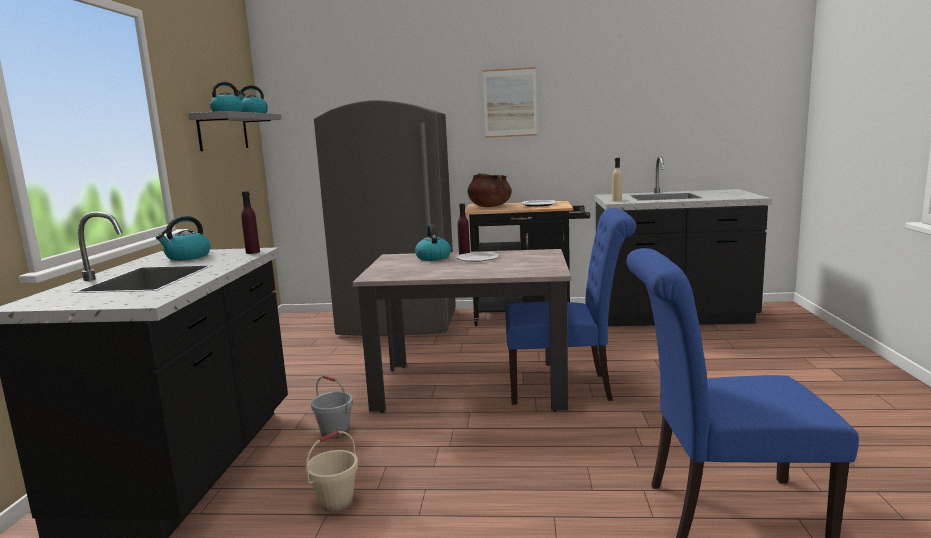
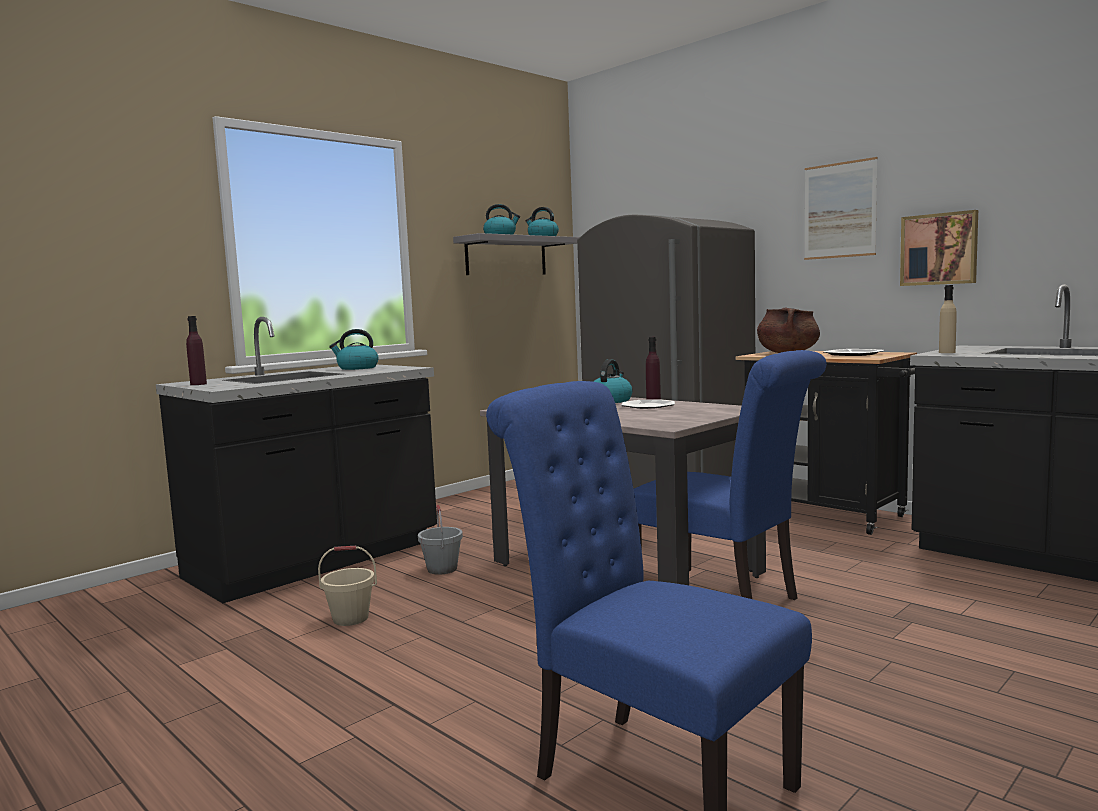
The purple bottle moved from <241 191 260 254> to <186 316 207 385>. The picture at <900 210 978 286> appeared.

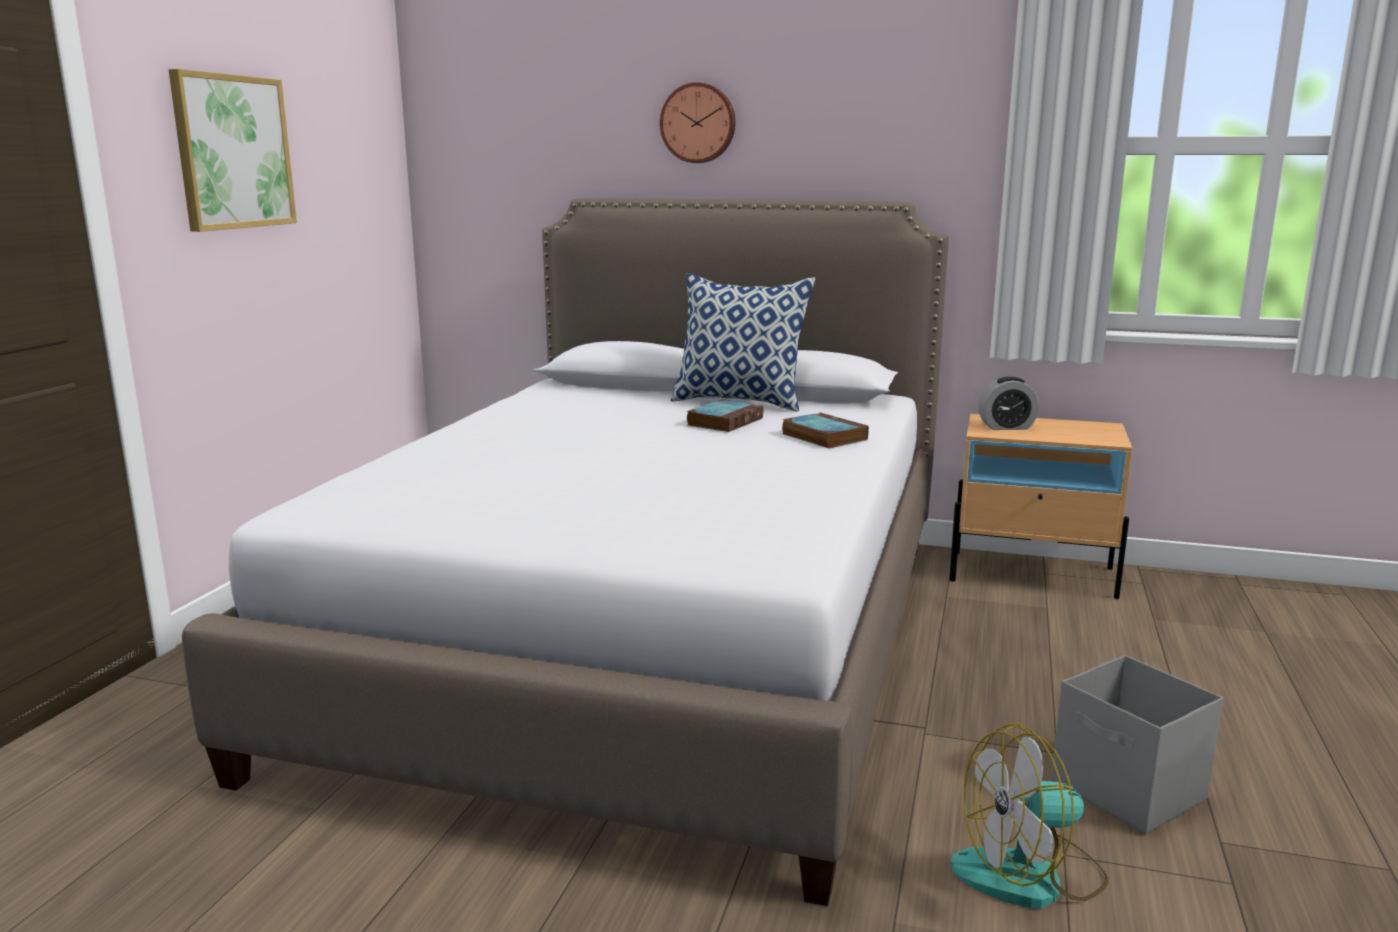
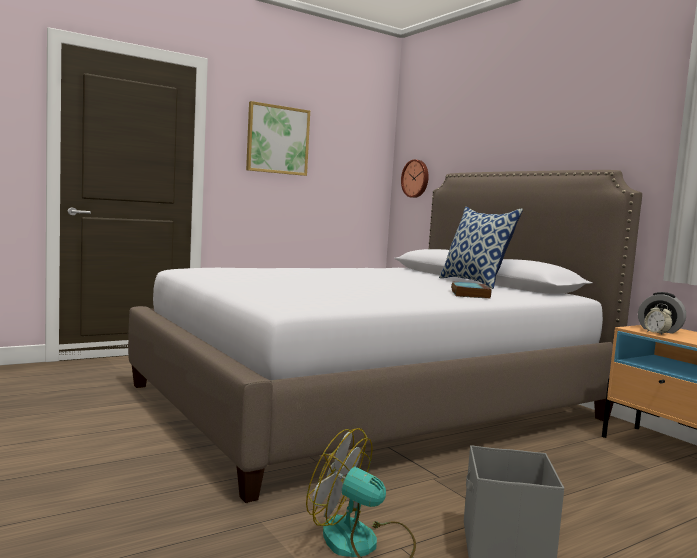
The wall clock moved from <660 82 736 163> to <401 159 429 198>. The book at <687 399 764 432> disappeared. The alarm clock at <644 304 672 335> appeared.

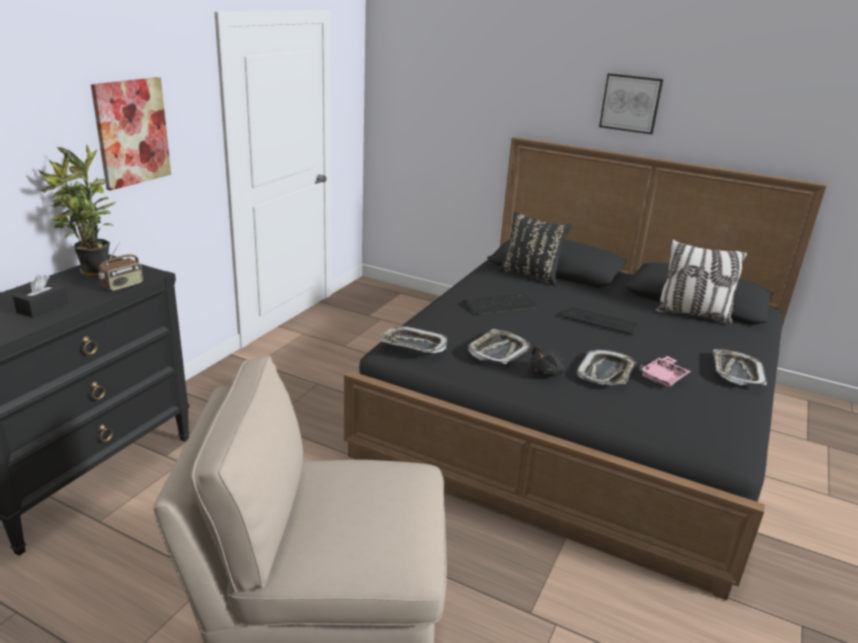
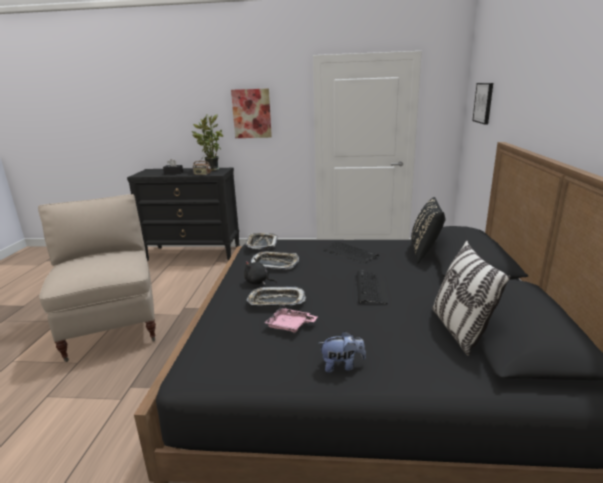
The picture moved from <599 73 663 134> to <472 83 493 124>. The tray at <714 349 767 385> was replaced by the plush toy at <318 331 366 373>.

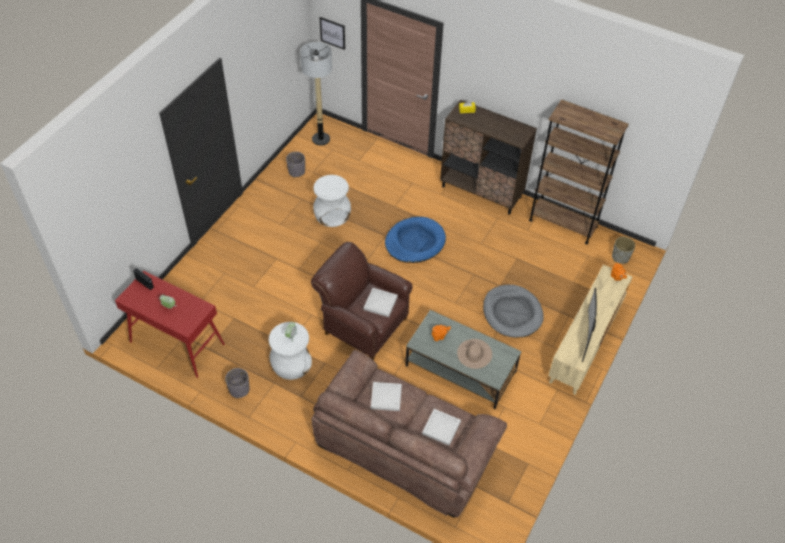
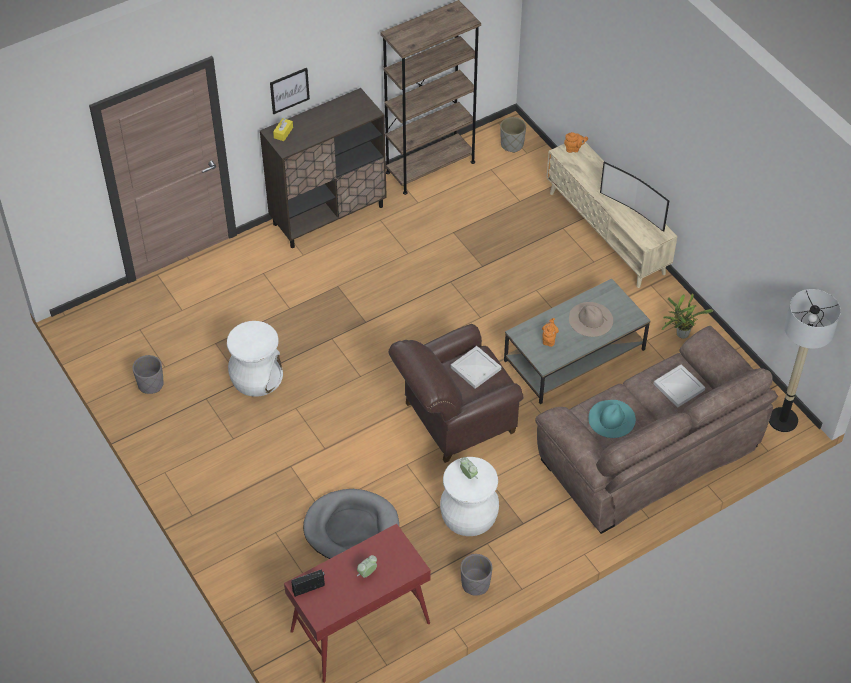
The floor lamp moved from <300 42 332 146> to <769 289 841 432>. The picture moved from <320 17 345 50> to <270 68 310 114>. The white tray at <371 382 402 411> was replaced by the turquoise hat at <589 400 636 438>. The blue dog bed at <385 217 446 263> disappeared. The grey dog bed moved from <483 285 544 338> to <303 489 399 559>. The potted plant at <662 293 713 339> appeared.

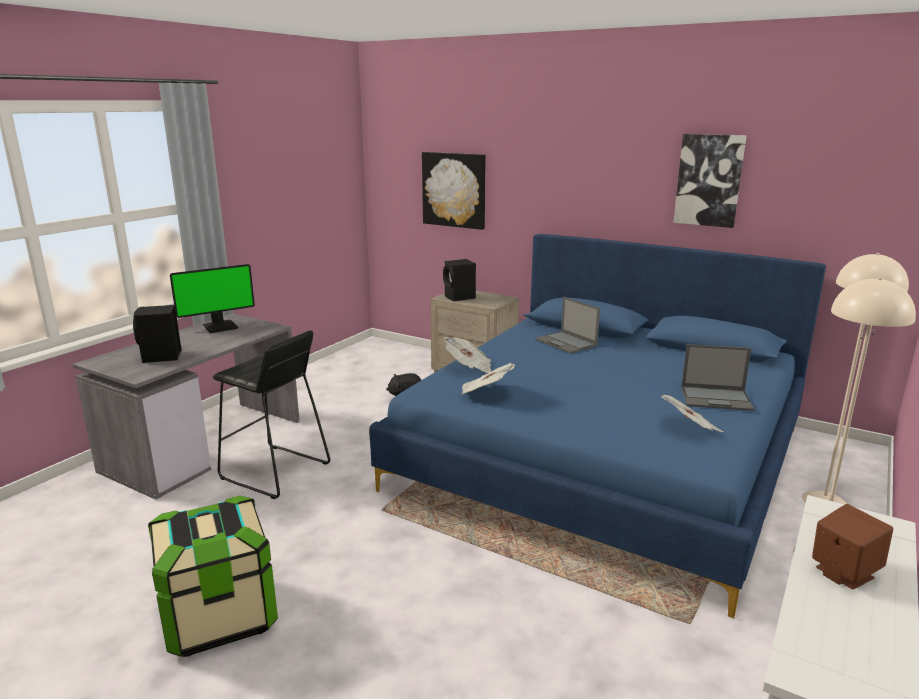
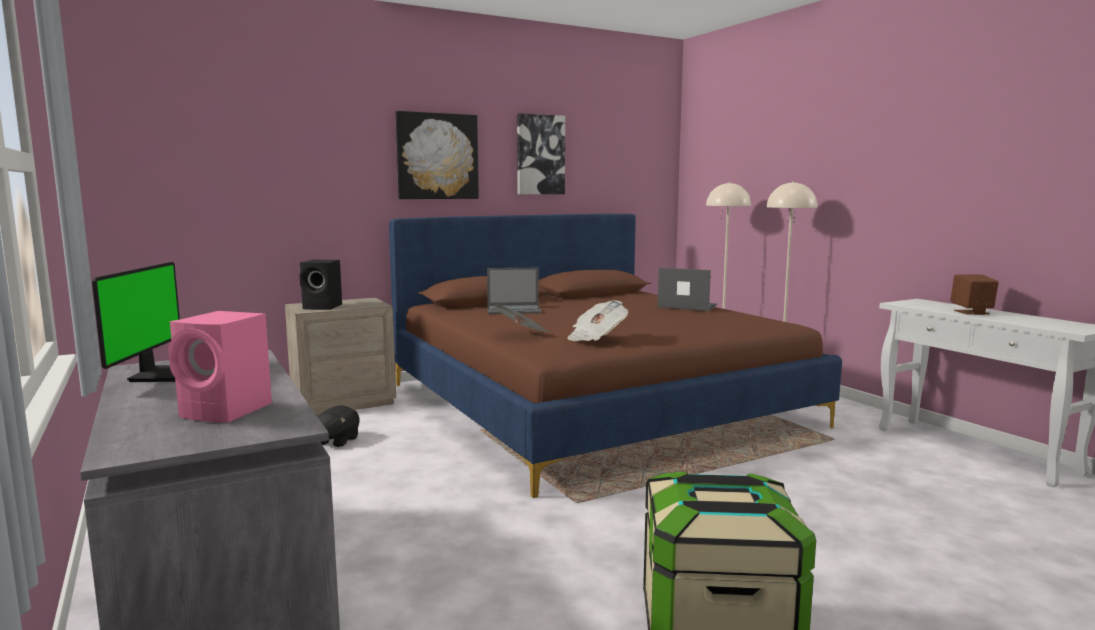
The black speaker at <133 305 182 363> became the pink speaker at <168 311 272 423>. The black stool at <213 331 330 499> disappeared. The blue bed at <369 234 826 618> became the brown bed at <389 214 842 498>. The picture moved from <422 152 486 230> to <395 111 479 199>. The newspaper at <660 395 724 432> disappeared. The laptop at <681 344 754 411> turned 105 degrees counterclockwise.

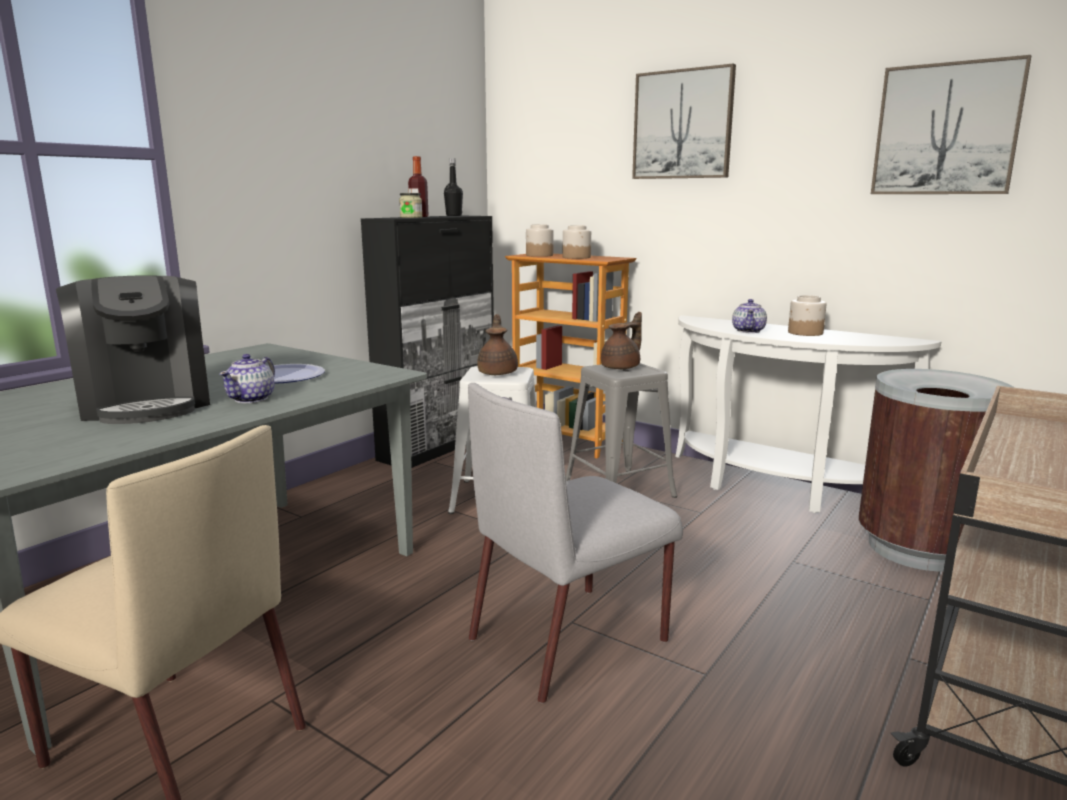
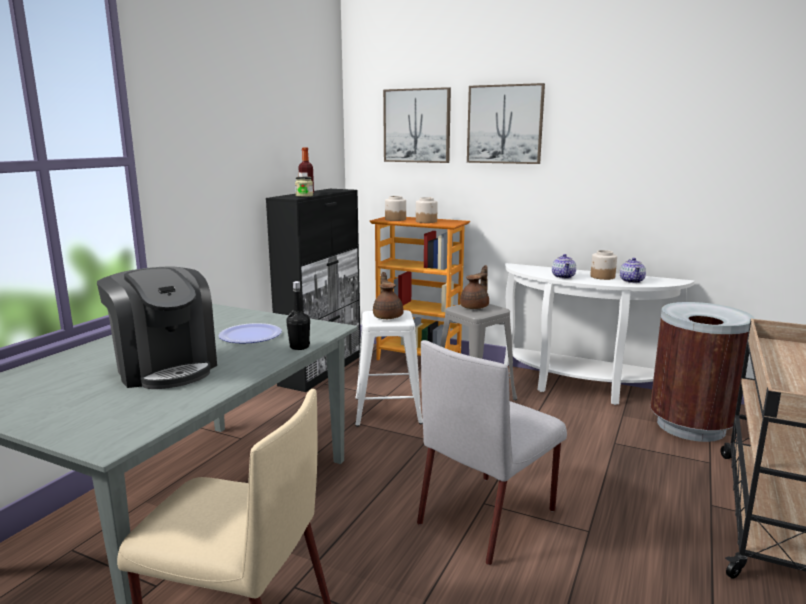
The teapot moved from <219 354 275 403> to <620 258 646 283>. The black bottle moved from <444 158 463 216> to <286 281 310 350>. The picture moved from <871 55 1031 194> to <383 87 451 163>.

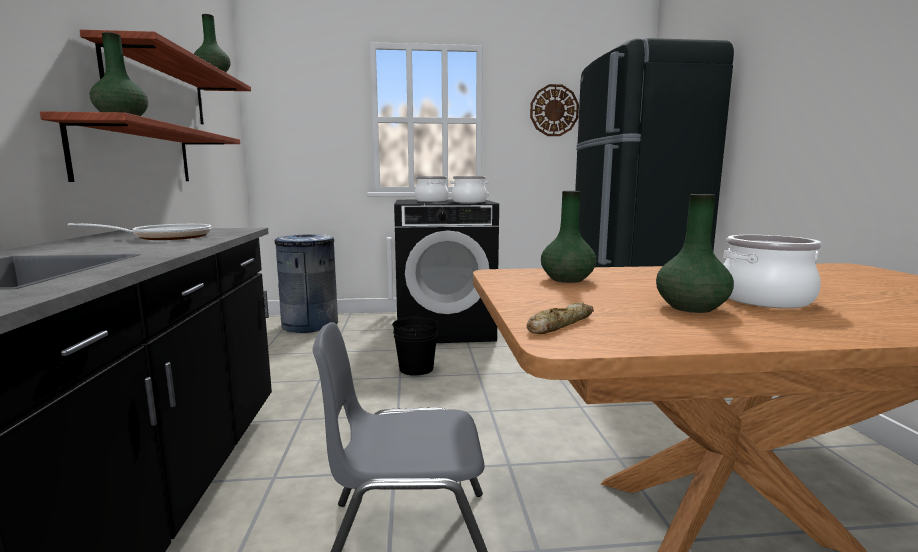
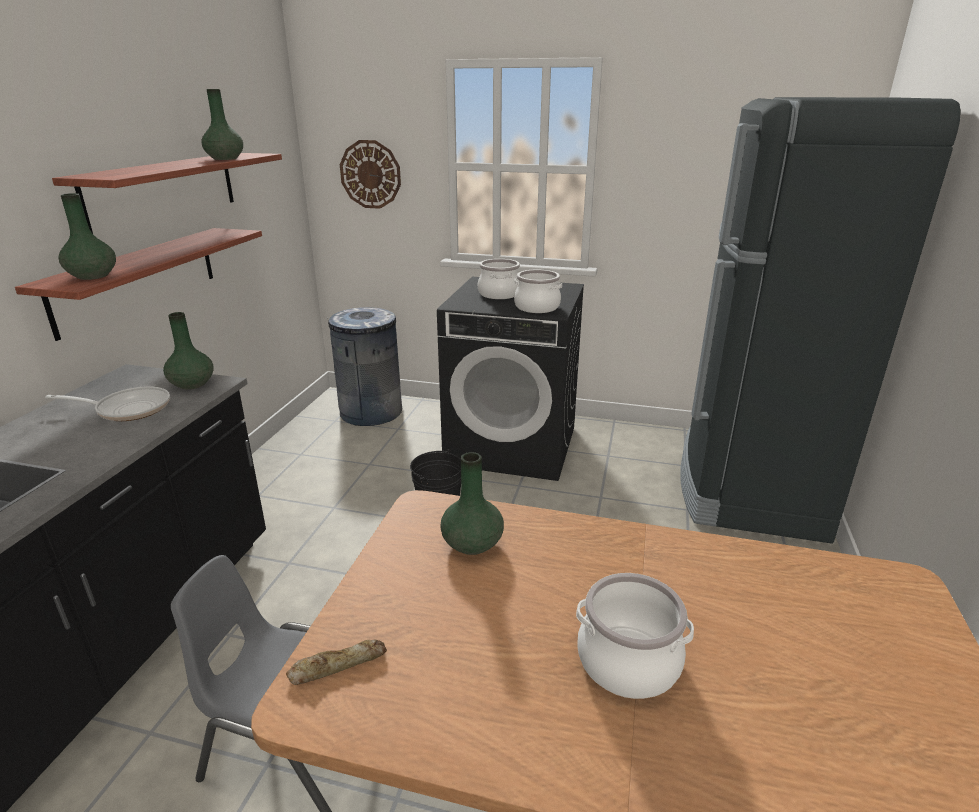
The wall clock moved from <530 84 579 136> to <340 140 401 209>. The green vase moved from <656 194 734 313> to <163 312 214 389>.

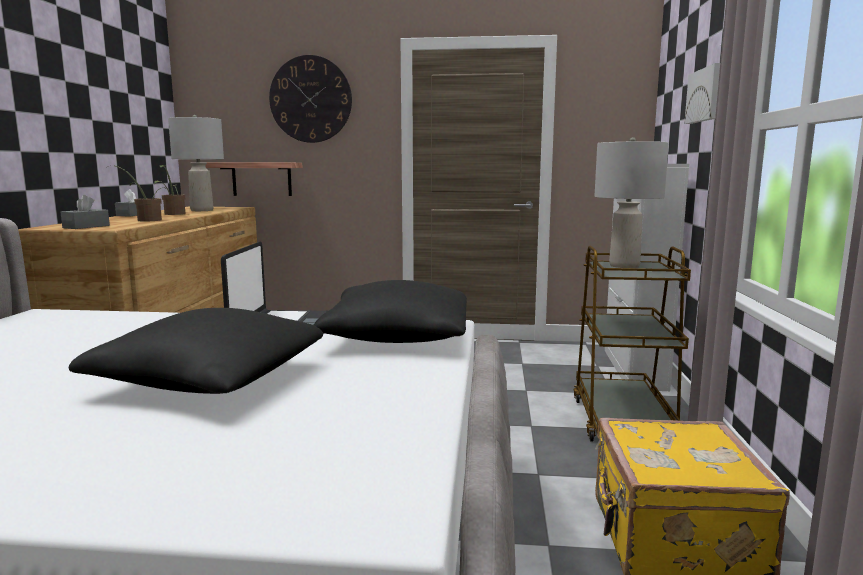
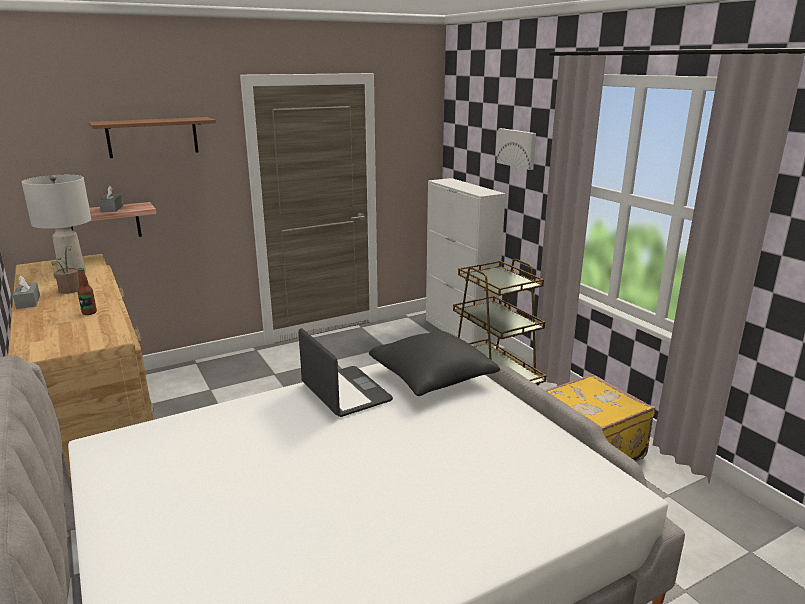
The grey tissue box moved from <61 195 110 229> to <99 185 123 212>. The black pillow at <69 308 323 394> disappeared. The potted plant at <107 165 167 221> was replaced by the bottle at <77 268 97 315>. The wall clock at <269 55 352 143> was replaced by the brown shelf at <89 117 216 158>. The grey table lamp at <594 137 669 268> disappeared.

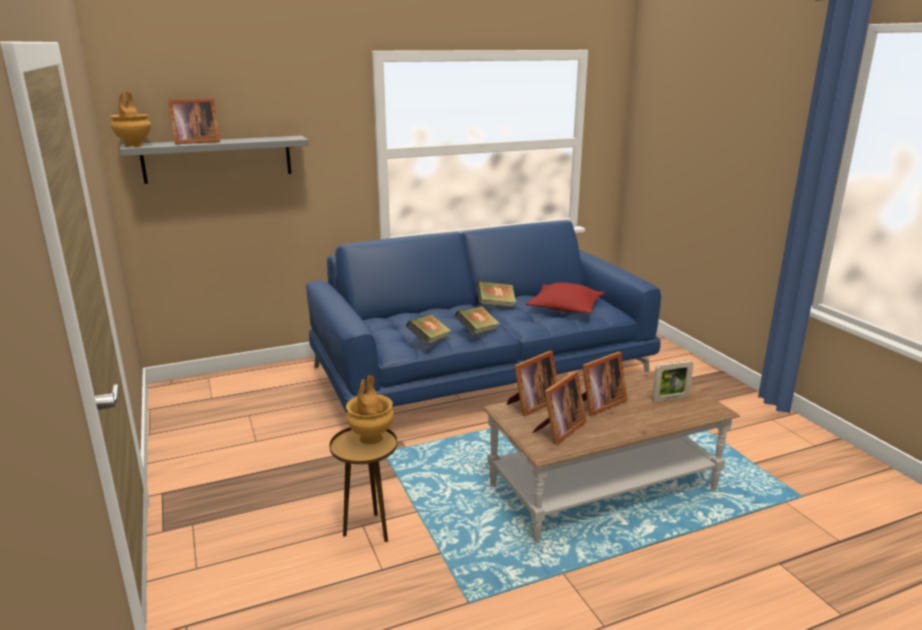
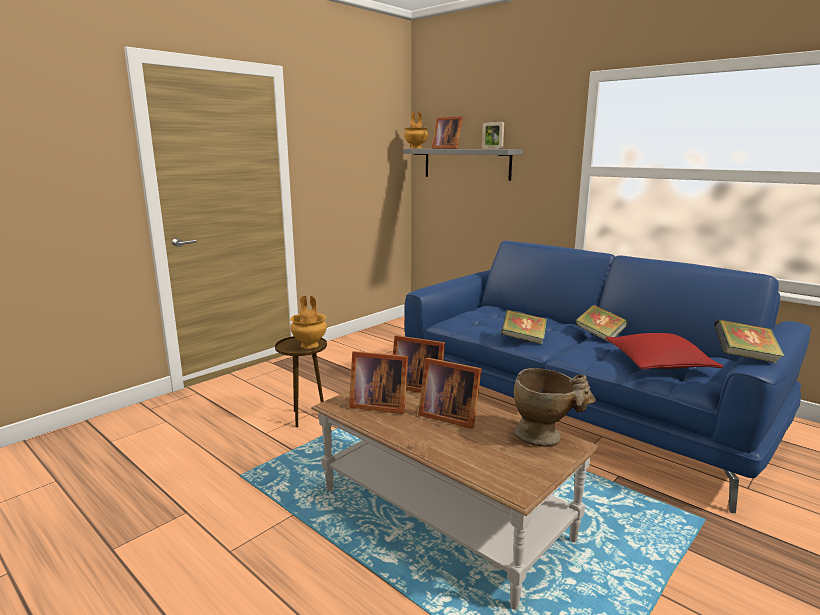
The book moved from <406 314 451 345> to <714 319 784 363>. The picture frame moved from <652 360 694 402> to <482 122 504 149>. The beige vase at <514 368 596 447> appeared.

